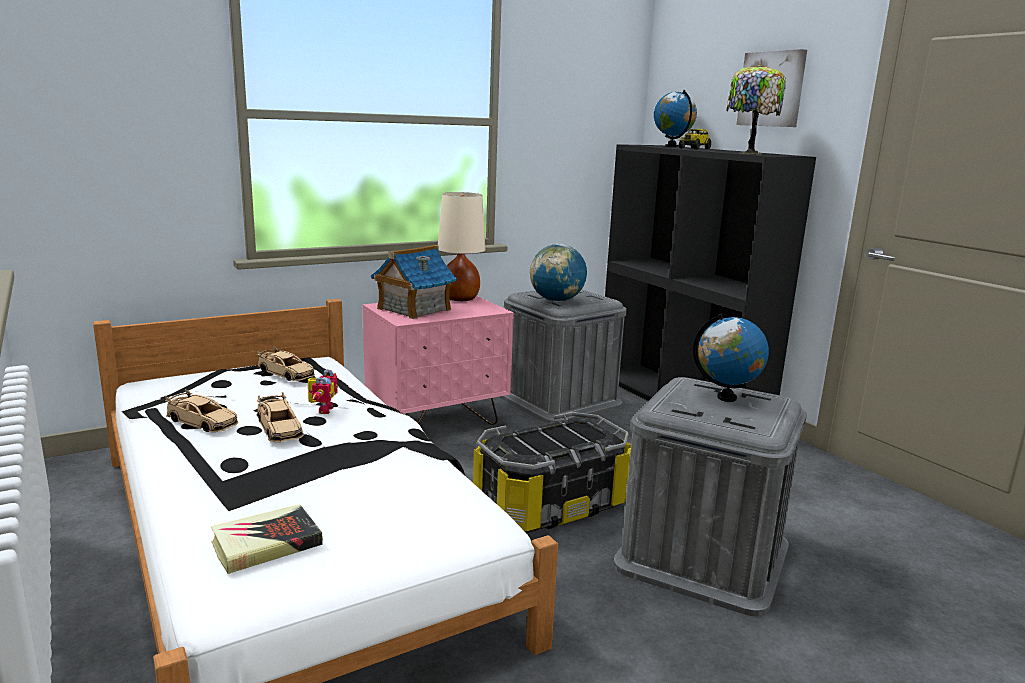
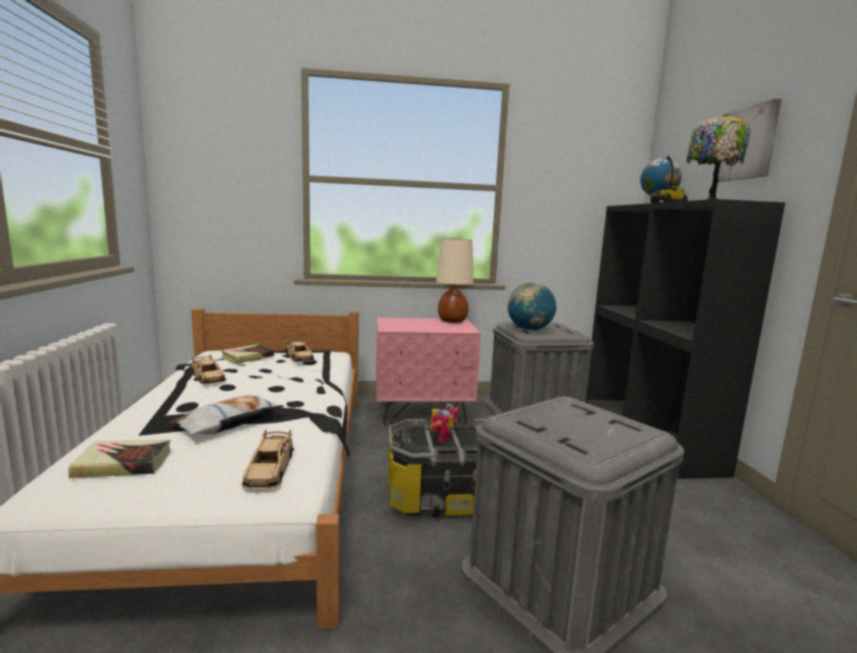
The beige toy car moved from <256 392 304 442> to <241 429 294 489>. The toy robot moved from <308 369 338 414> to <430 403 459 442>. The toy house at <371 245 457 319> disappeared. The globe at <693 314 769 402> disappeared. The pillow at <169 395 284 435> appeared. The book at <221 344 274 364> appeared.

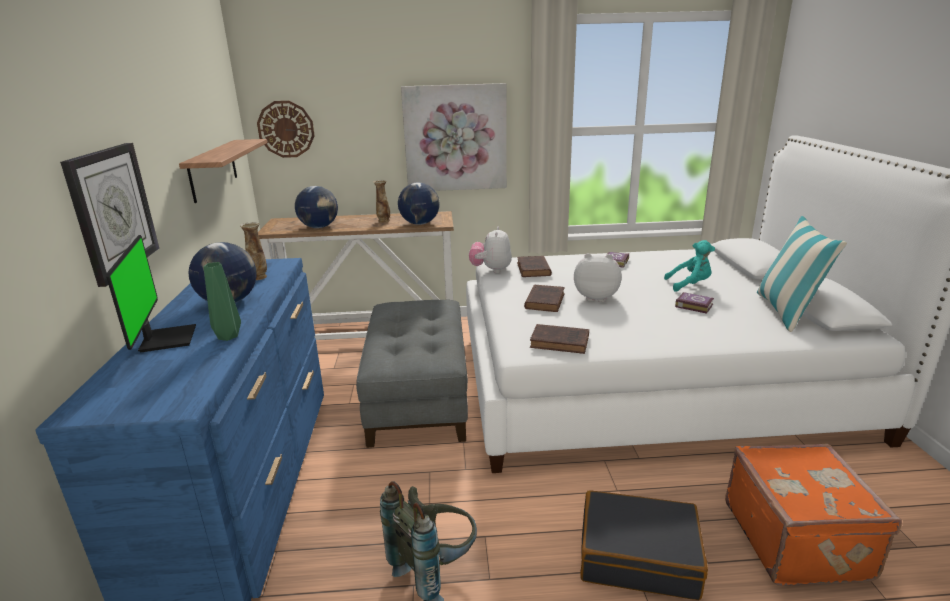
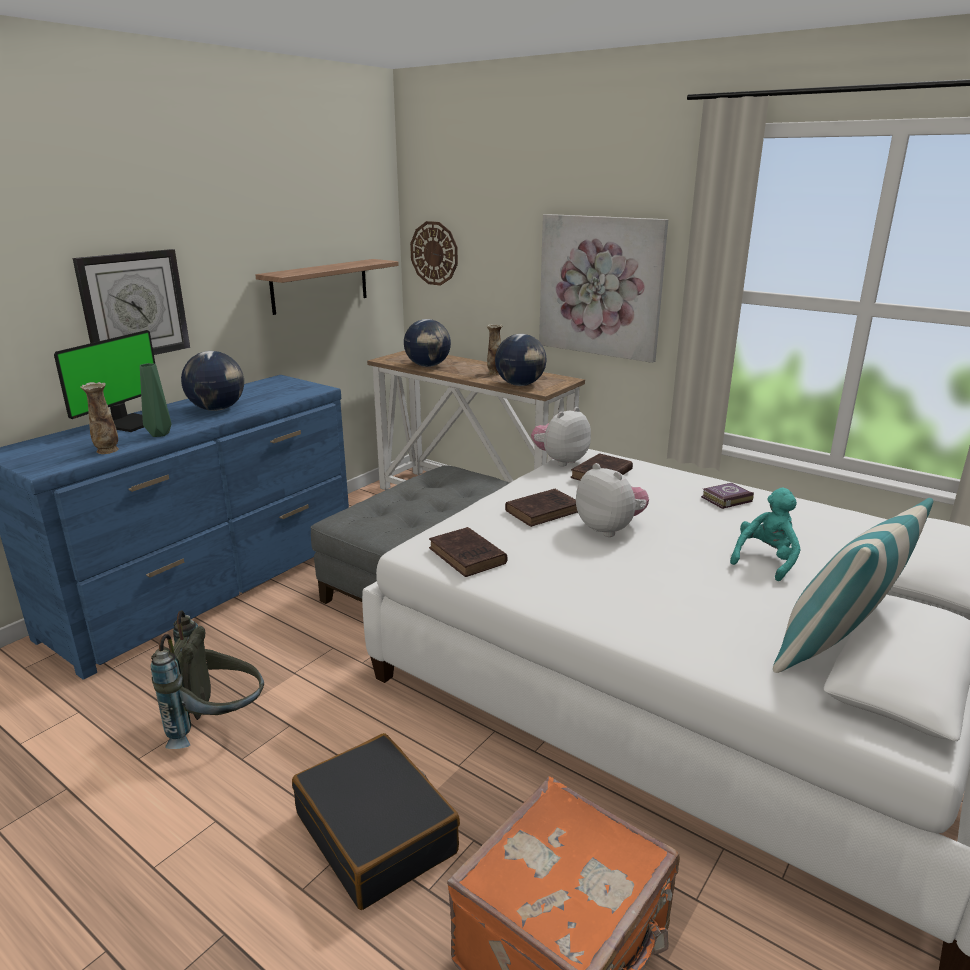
The vase moved from <240 222 267 280> to <80 382 119 454>. The turquoise plush toy at <664 240 715 292> turned 90 degrees counterclockwise. The book at <675 292 714 314> disappeared.

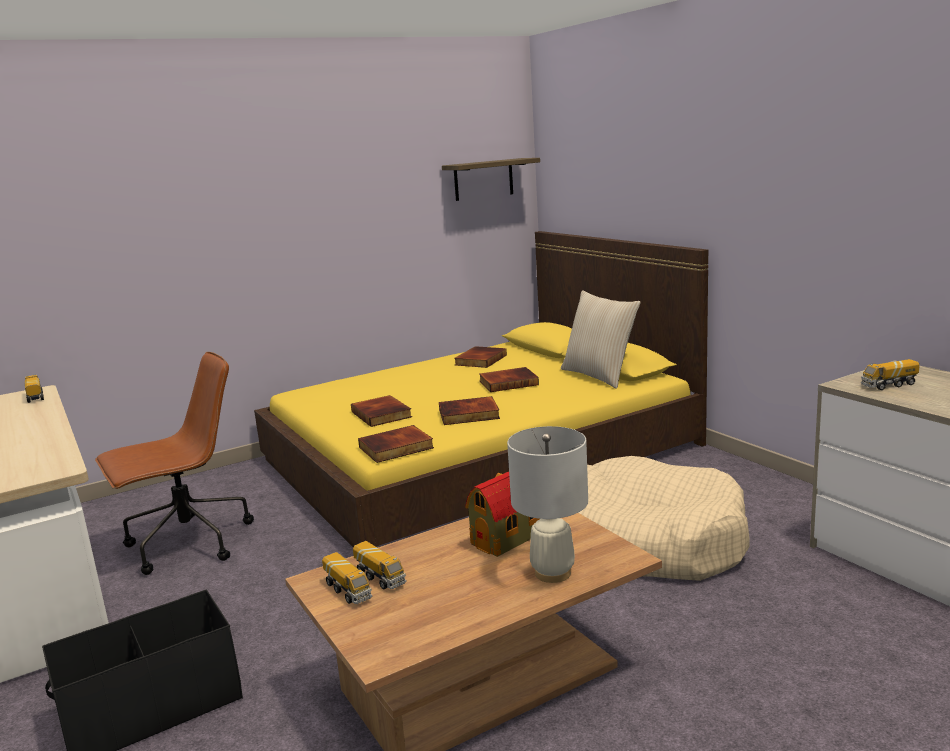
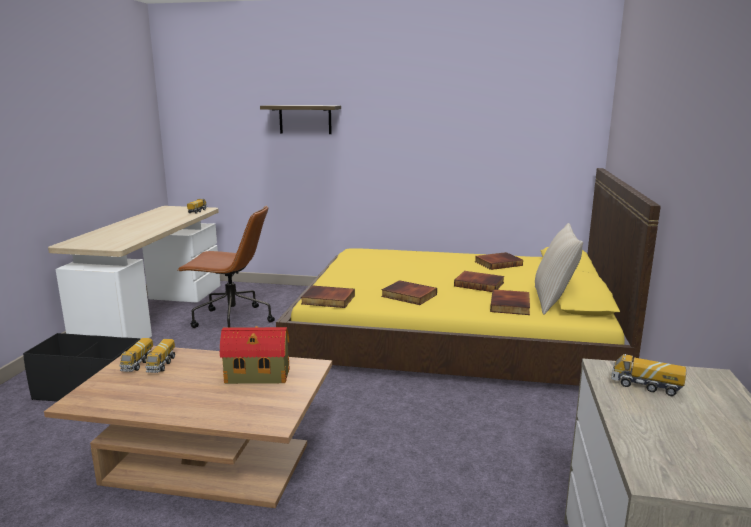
The book moved from <351 395 412 427> to <490 289 530 315>. The shelf moved from <442 158 540 201> to <260 105 341 134>. The white table lamp at <507 426 588 583> disappeared. The beige dog bed at <578 456 749 581> disappeared.

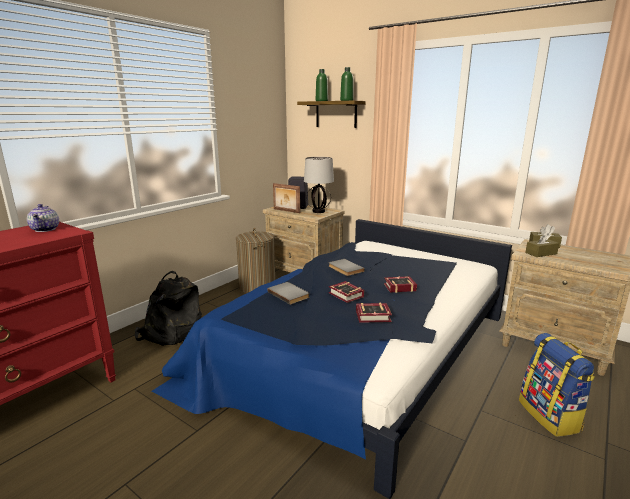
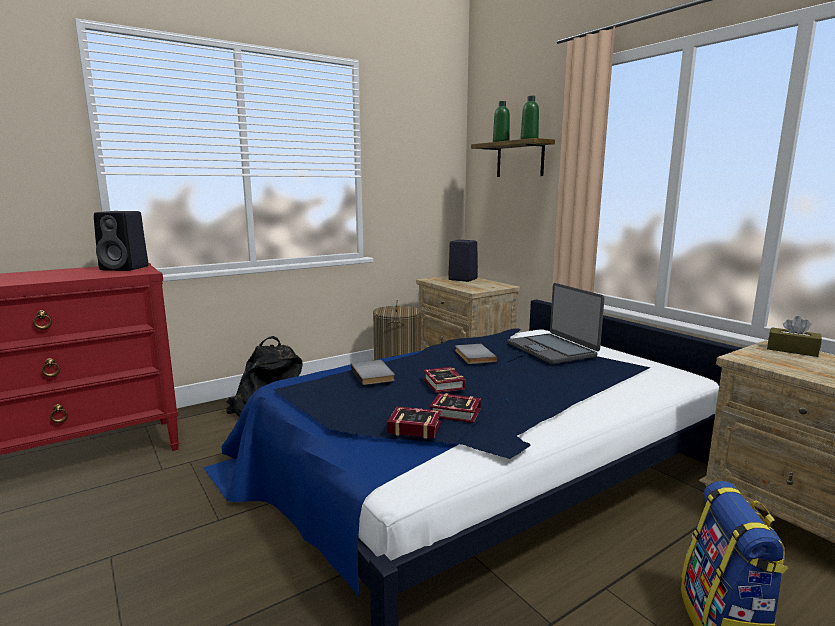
The teapot at <27 204 59 232> was replaced by the black speaker at <94 211 149 271>. The picture frame at <273 183 300 213> disappeared. The table lamp at <304 157 334 213> disappeared. The book moved from <384 276 417 293> to <387 407 442 438>. The brown tissue box at <525 232 559 257> disappeared. The laptop at <507 283 605 364> appeared.

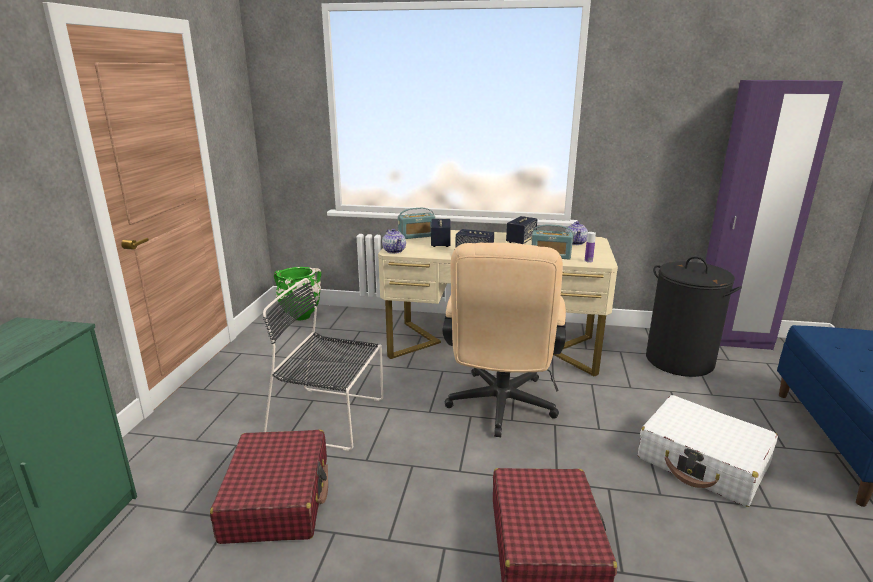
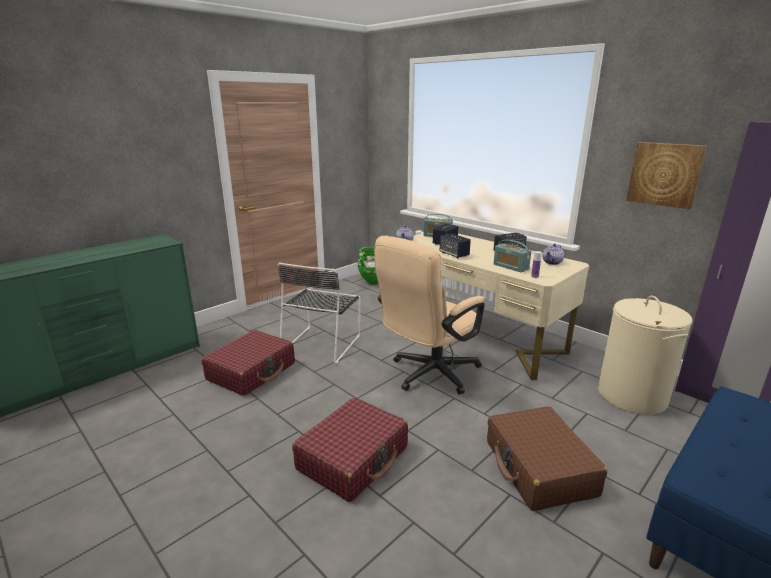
The black chair at <263 278 383 451> turned 120 degrees counterclockwise. The white suitcase at <638 395 778 507> became the brown suitcase at <487 406 607 511>. The black laundry basket at <646 257 742 377> became the beige laundry basket at <598 296 693 415>. The picture at <626 142 707 209> appeared.

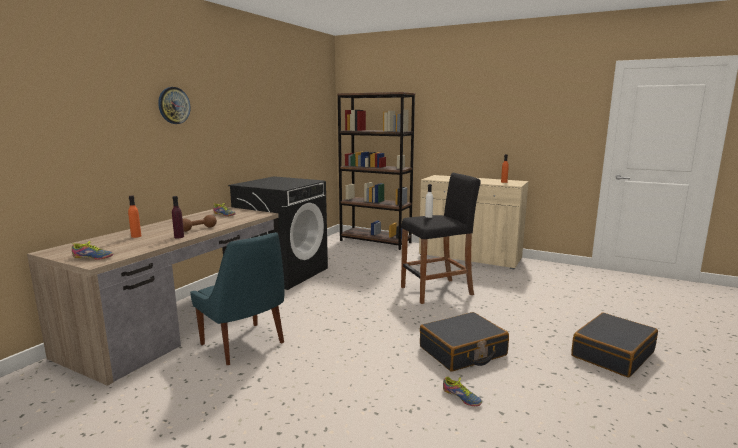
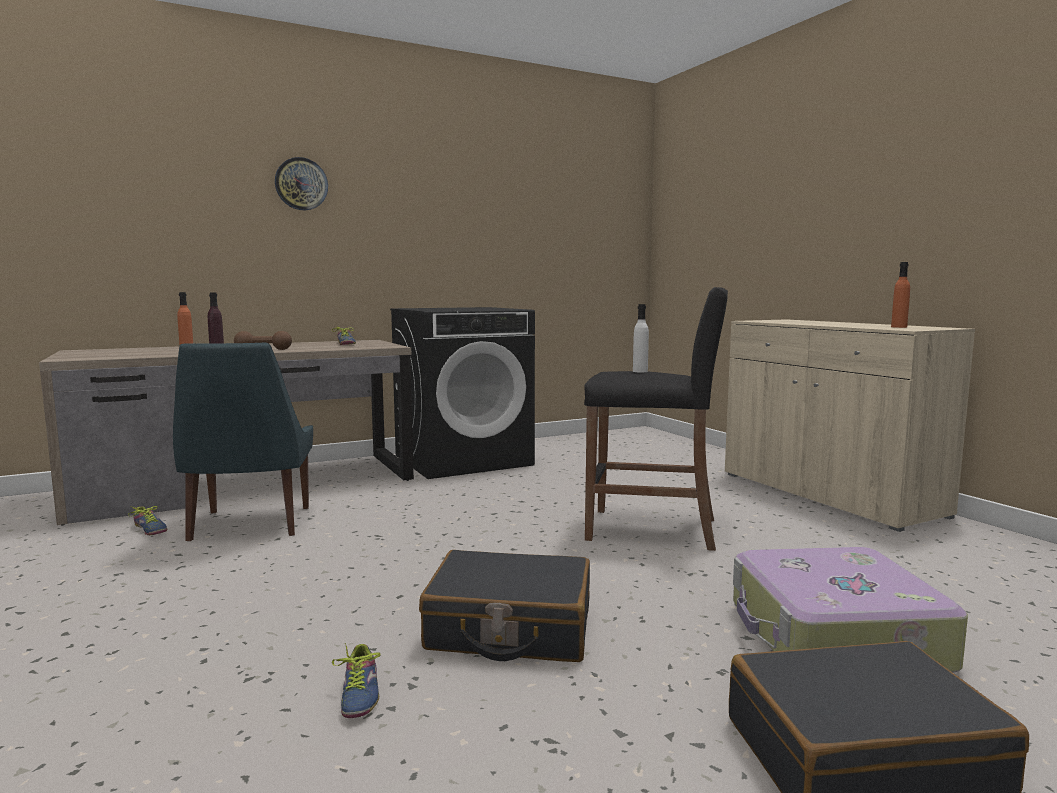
The shoe moved from <72 241 113 260> to <128 506 167 535>. The brown bookcase at <337 92 415 250> disappeared. The suitcase at <733 547 968 673> appeared.

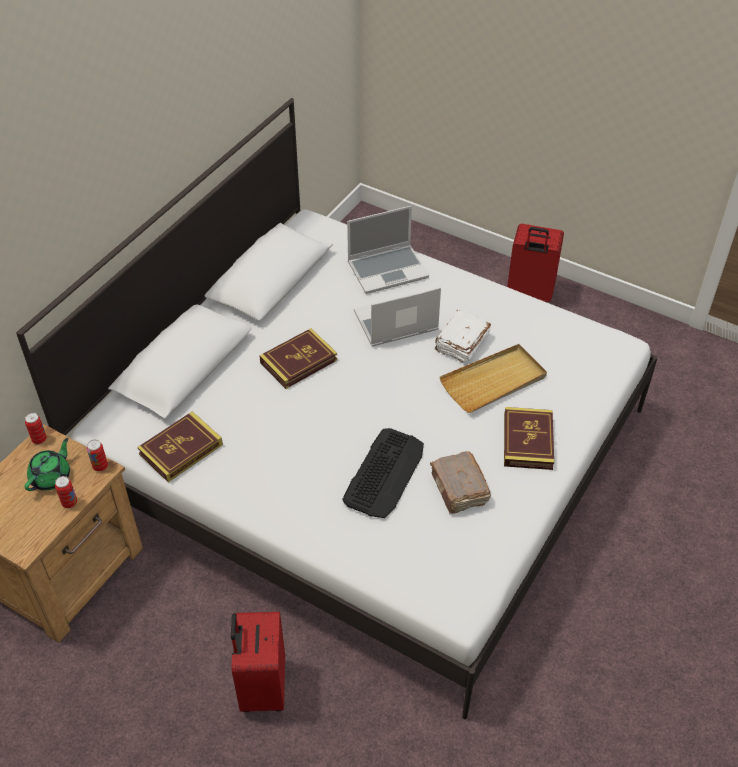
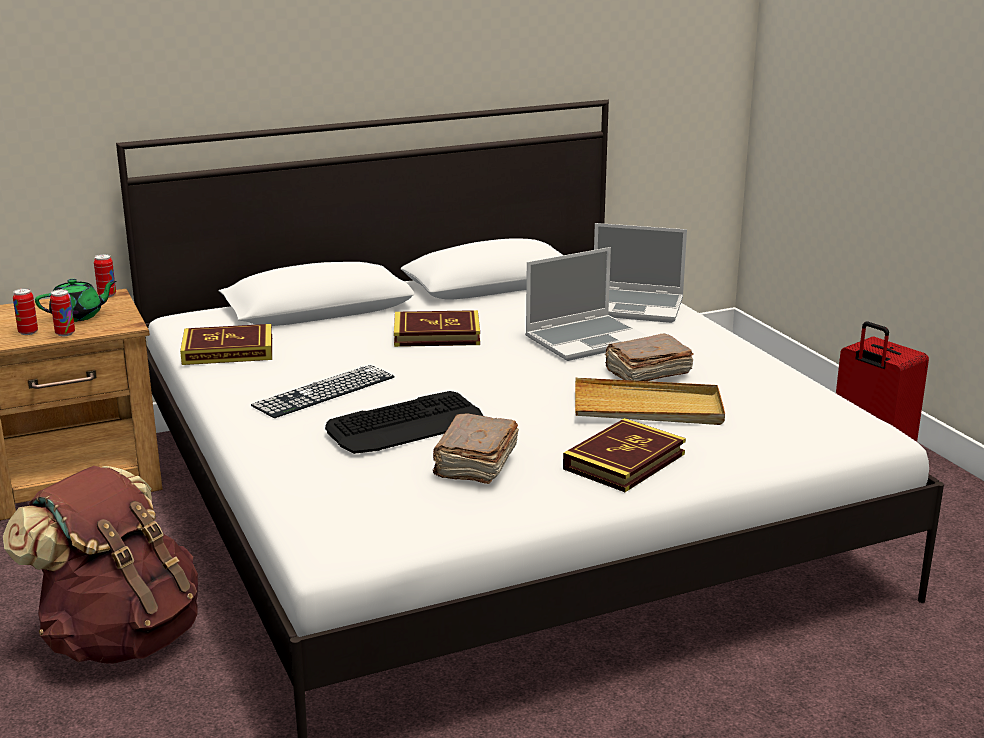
The can moved from <87 440 108 472> to <13 288 38 335>. The red suitcase at <231 612 285 712> was replaced by the brown backpack at <3 466 198 664>. The laptop at <354 287 441 346> turned 135 degrees clockwise. The white book at <435 310 491 363> became the brown book at <604 334 694 381>. The keyboard at <251 365 395 418> appeared.

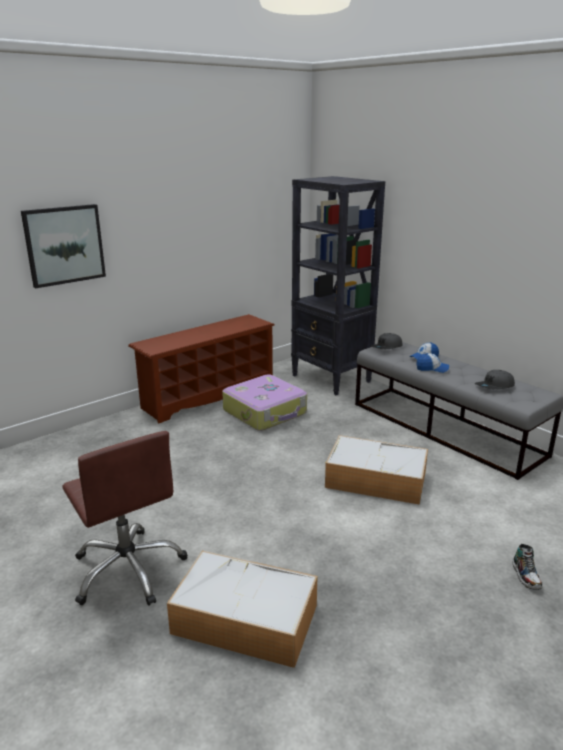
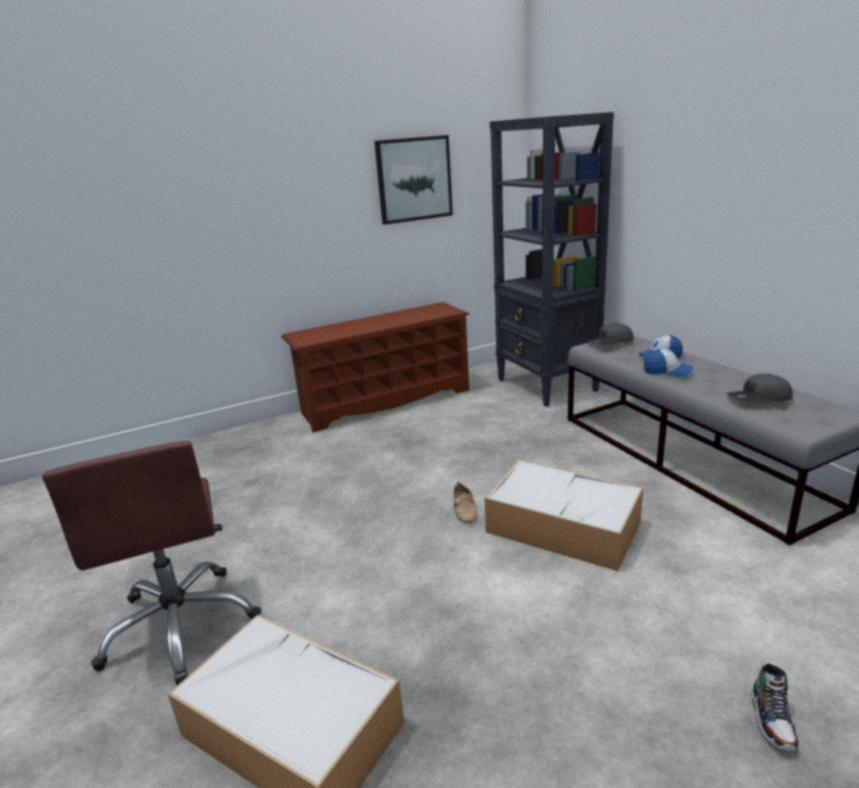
The picture moved from <21 204 106 288> to <374 135 453 225>. The suitcase at <222 374 307 431> disappeared. The beige shoe at <453 481 477 523> appeared.

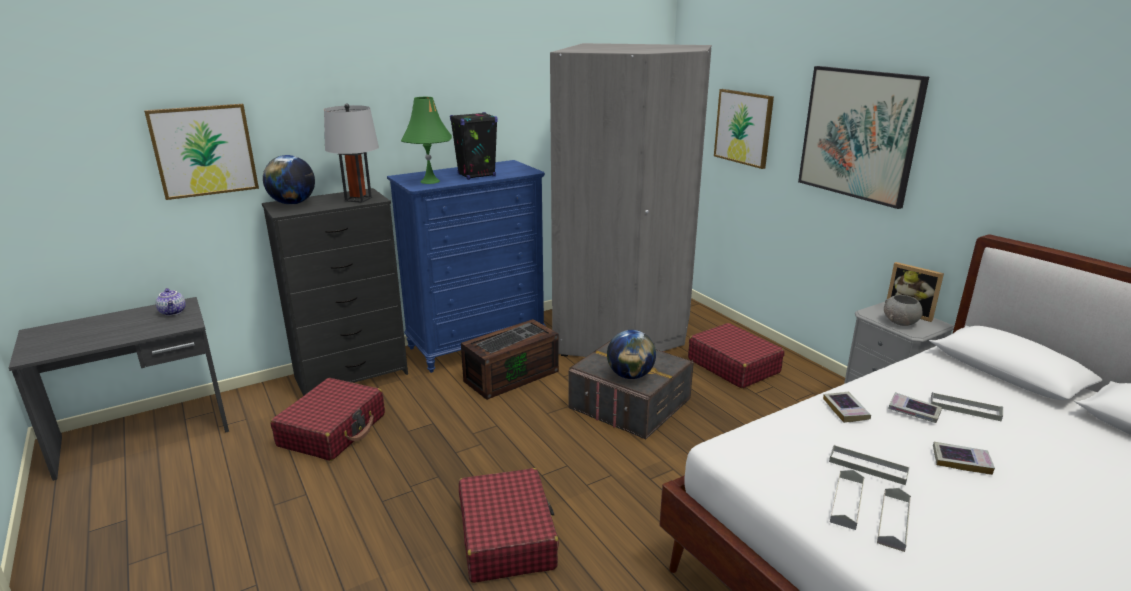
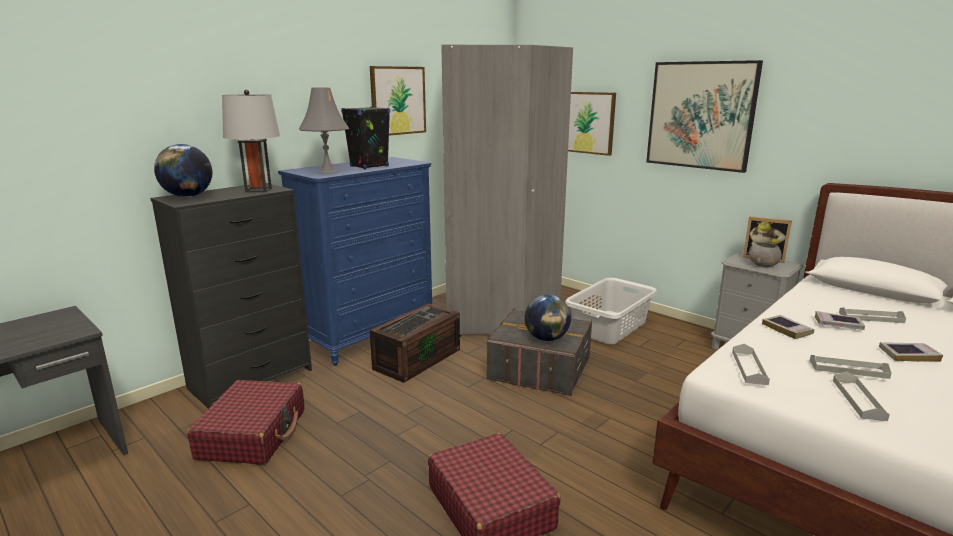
The picture moved from <144 104 259 200> to <370 66 426 136>. The teapot at <156 288 186 316> disappeared. The green table lamp at <401 97 452 184> became the grey table lamp at <299 87 349 174>. The red suitcase at <688 323 785 388> was replaced by the grey laundry basket at <565 278 657 344>. The grey tray moved from <877 488 911 552> to <732 344 770 385>.

